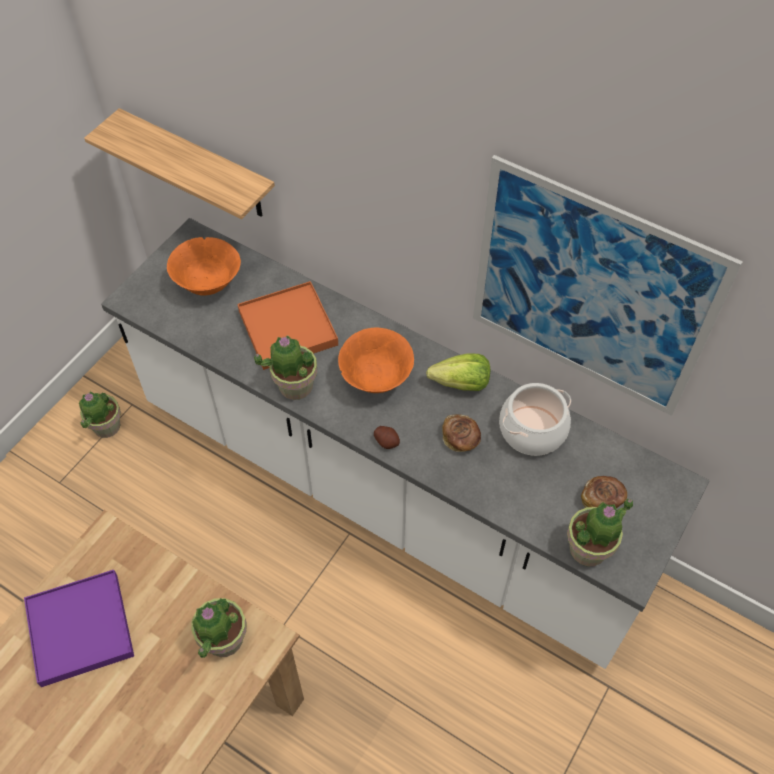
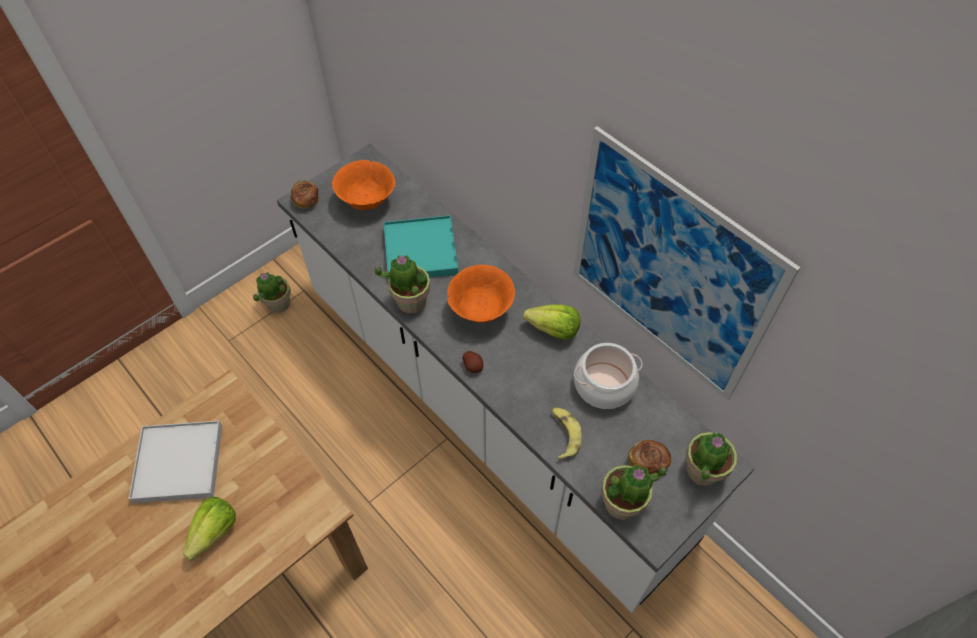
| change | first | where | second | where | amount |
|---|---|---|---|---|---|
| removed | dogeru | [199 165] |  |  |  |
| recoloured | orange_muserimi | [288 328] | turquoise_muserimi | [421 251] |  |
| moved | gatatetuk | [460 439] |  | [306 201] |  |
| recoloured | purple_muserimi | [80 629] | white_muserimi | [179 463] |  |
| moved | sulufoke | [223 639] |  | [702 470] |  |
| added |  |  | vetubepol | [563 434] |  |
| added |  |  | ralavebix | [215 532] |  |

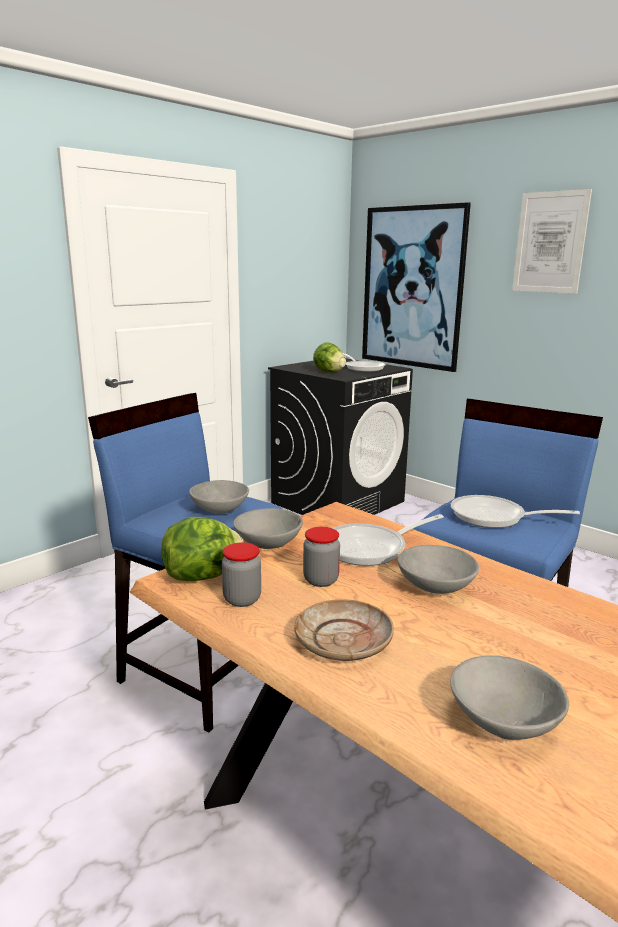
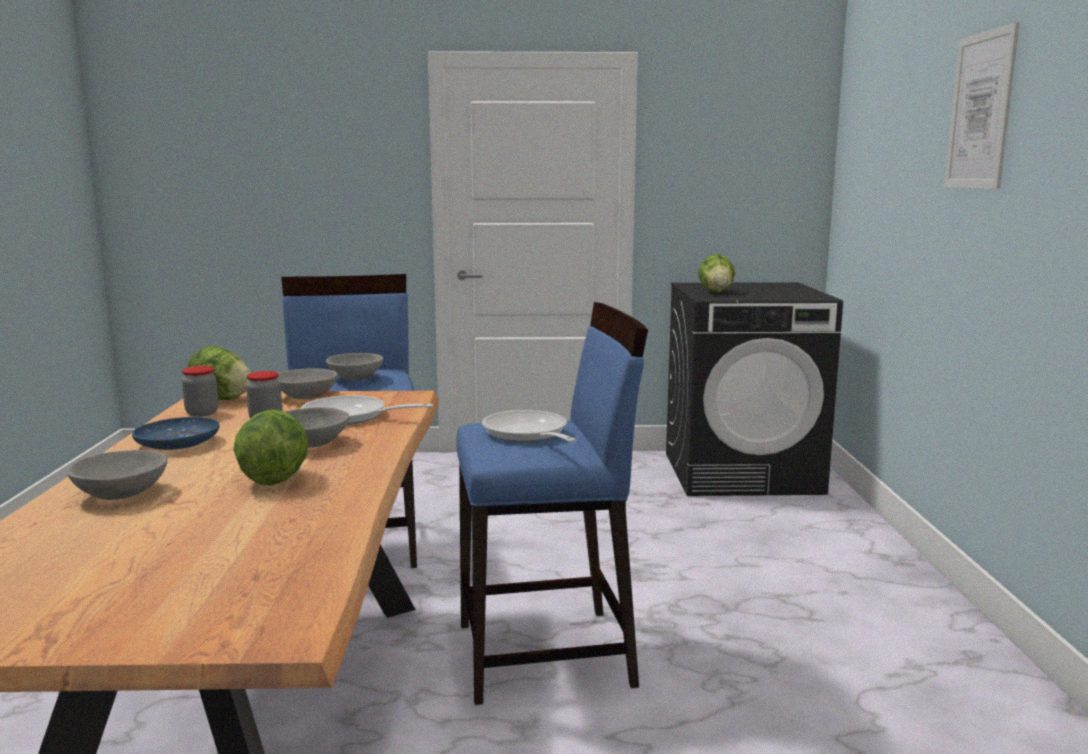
| change | first | where | second | where | amount |
|---|---|---|---|---|---|
| removed | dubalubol | [412 288] |  |  |  |
| removed | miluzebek | [363 368] |  |  |  |
| recoloured | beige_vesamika | [344 642] | blue_vesamika | [177 443] |  |
| added |  |  | ralavebix | [274 479] |  |

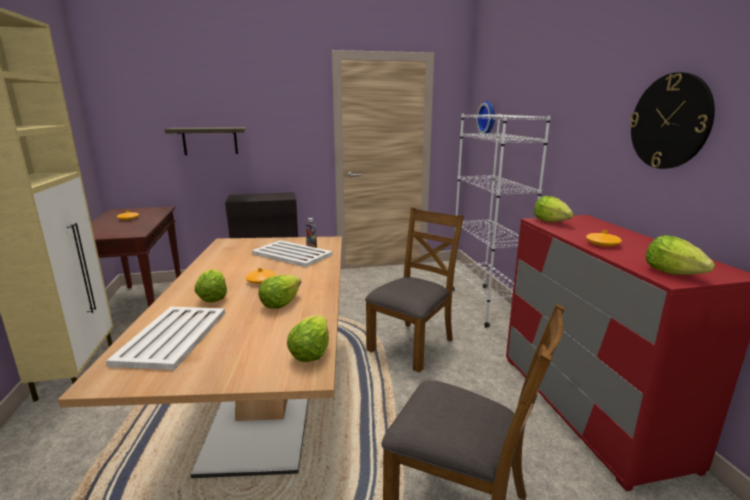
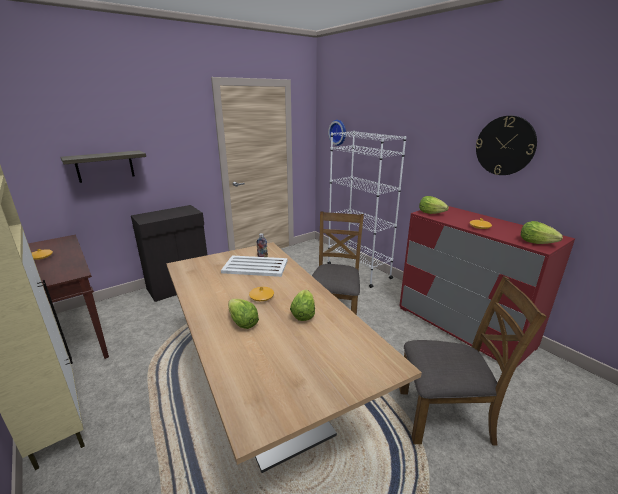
| change | first | where | second | where | amount |
|---|---|---|---|---|---|
| removed | white_muserimi | [173 336] |  |  |  |
| removed | ralavebix | [311 353] |  |  |  |

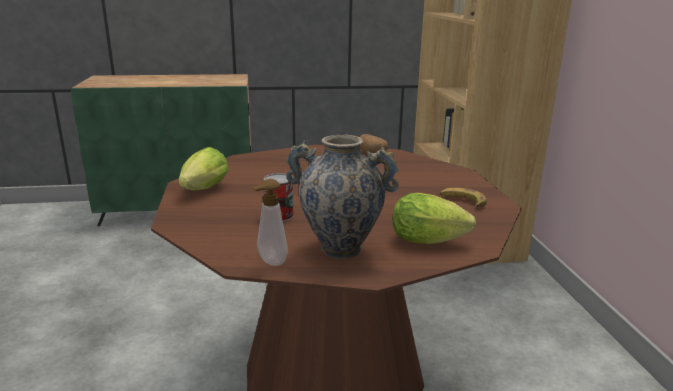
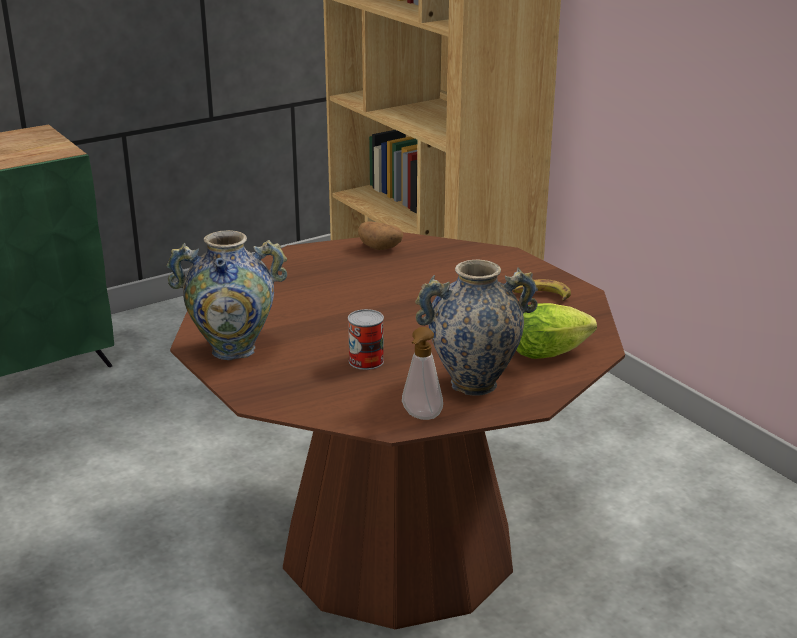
| change | first | where | second | where | amount |
|---|---|---|---|---|---|
| replaced | ralavebix | [202 191] | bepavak | [233 350] |  |

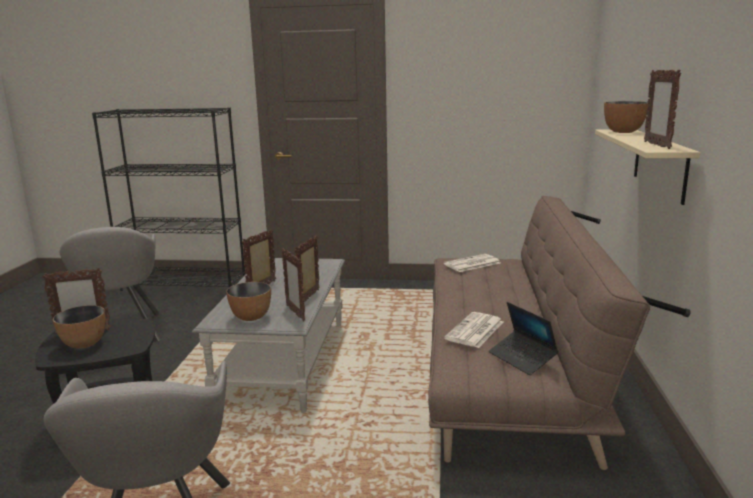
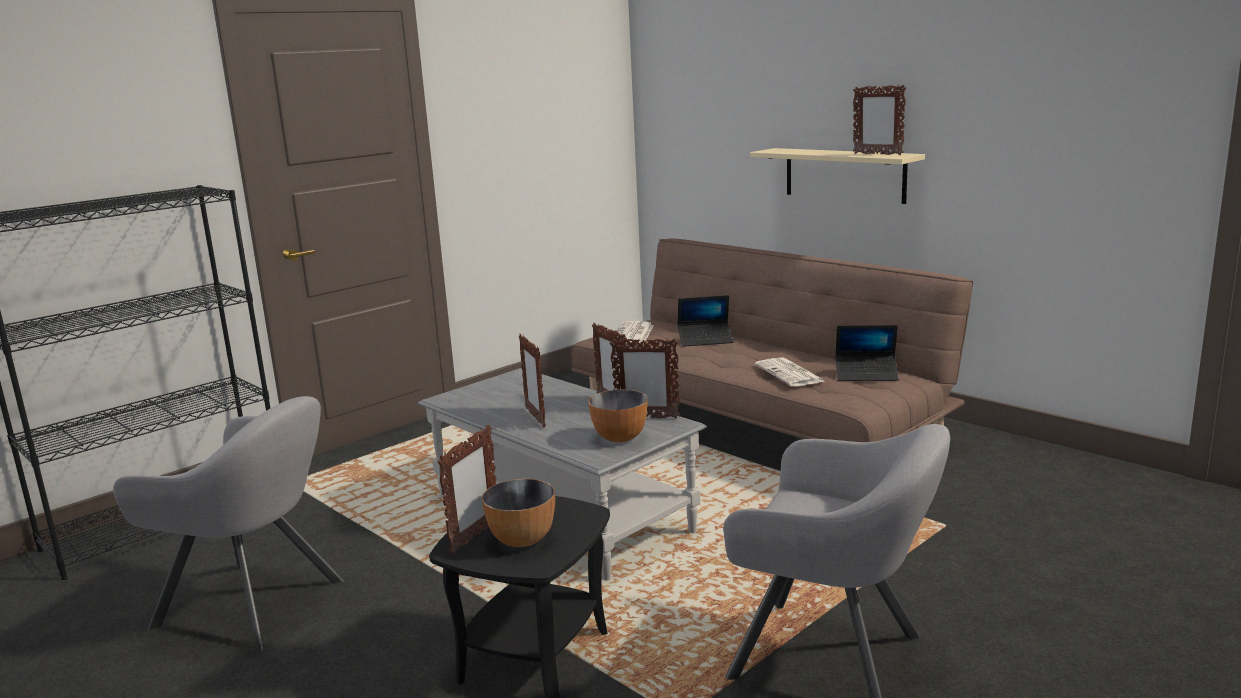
| change | first | where | second | where | amount |
|---|---|---|---|---|---|
| removed | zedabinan | [623 132] |  |  |  |
| added |  |  | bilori | [705 340] |  |

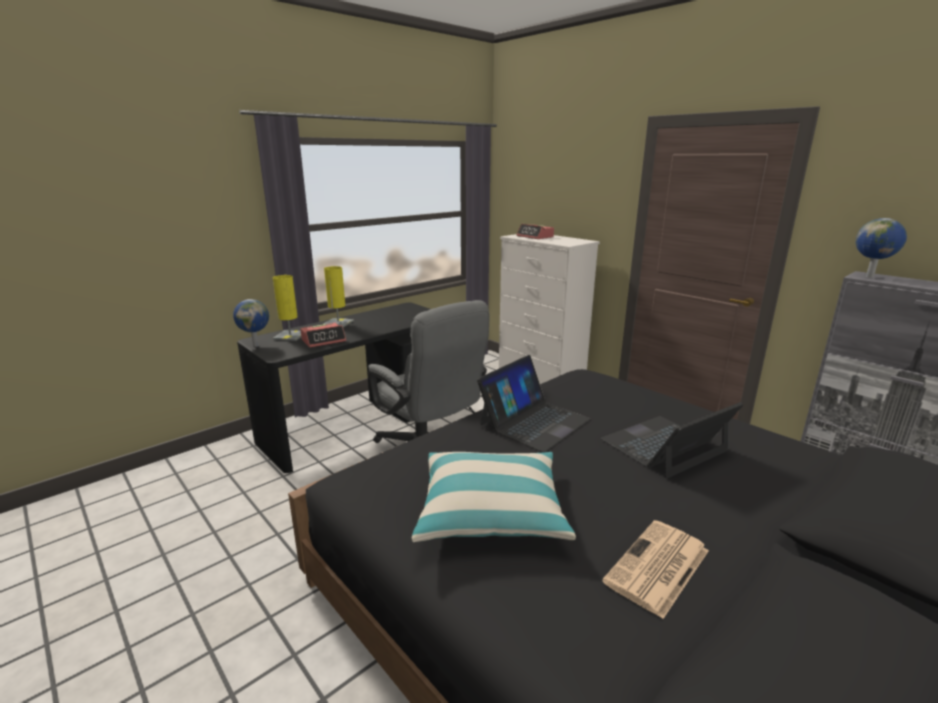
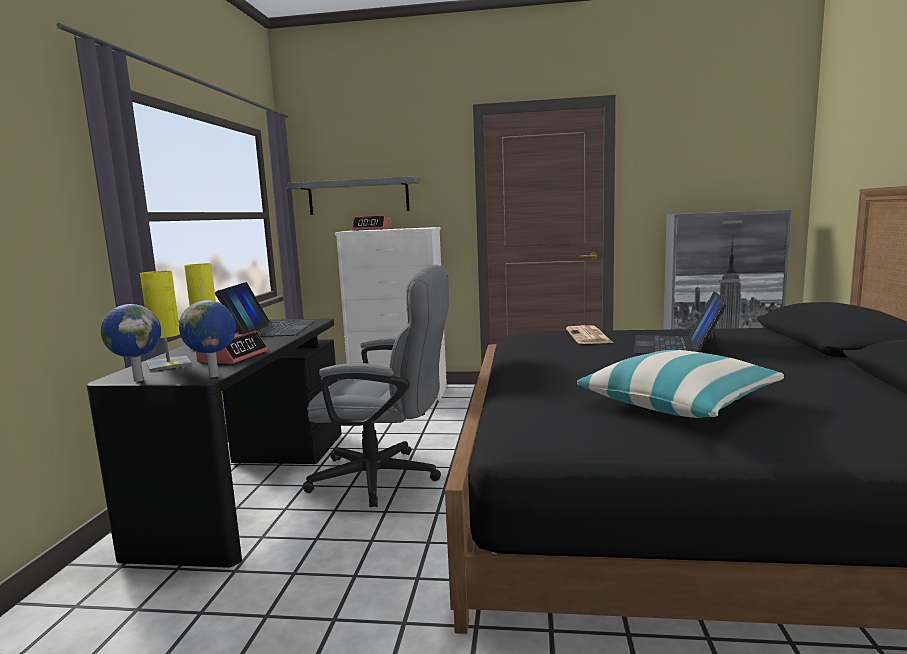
| change | first | where | second | where | amount |
|---|---|---|---|---|---|
| moved | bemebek | [870 277] |  | [215 376] |  |
| moved | bilori | [534 421] |  | [270 329] |  |
| moved | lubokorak | [657 568] |  | [589 336] |  |
| added |  |  | grey_dogeru | [358 197] |  |

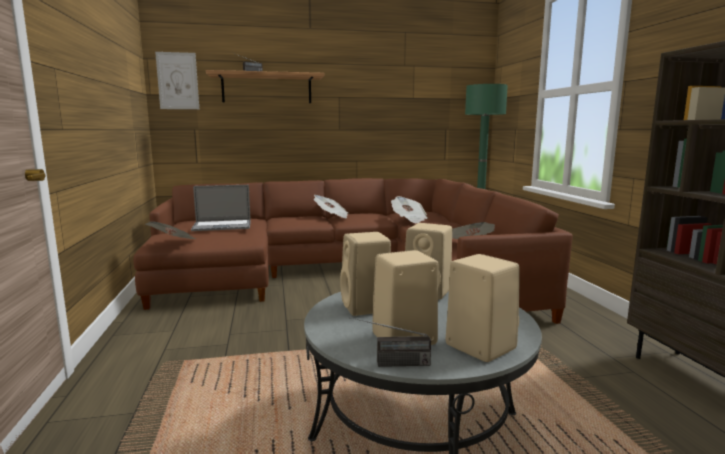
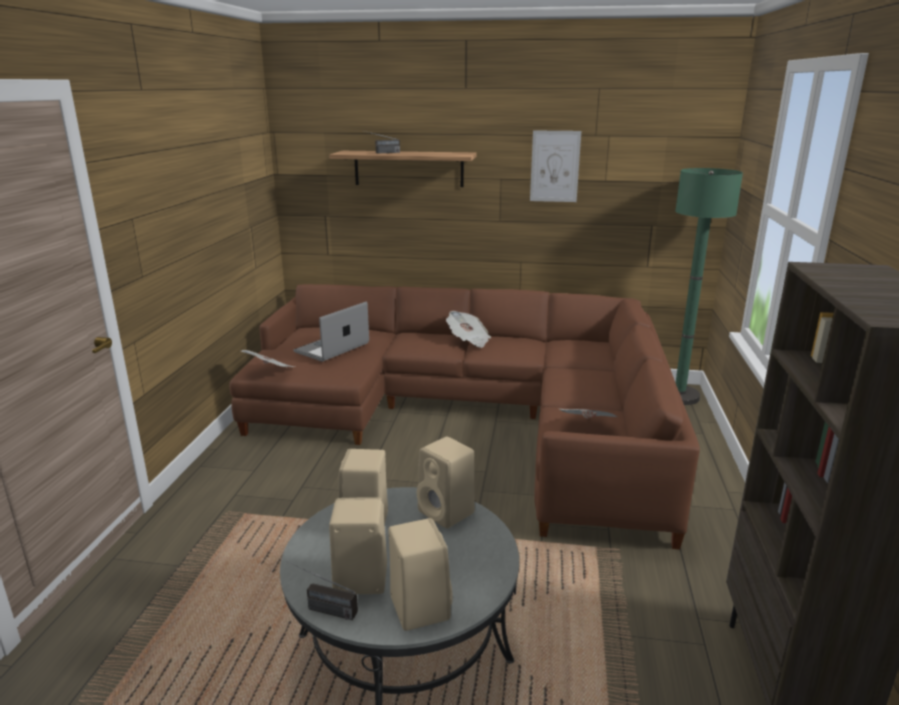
| change | first | where | second | where | amount |
|---|---|---|---|---|---|
| moved | dubalubol | [177 81] |  | [555 166] |  |
| turned | bilori | [222 226] |  | [332 347] | 120 degrees clockwise |
| removed | lubokorak | [409 219] |  |  |  |

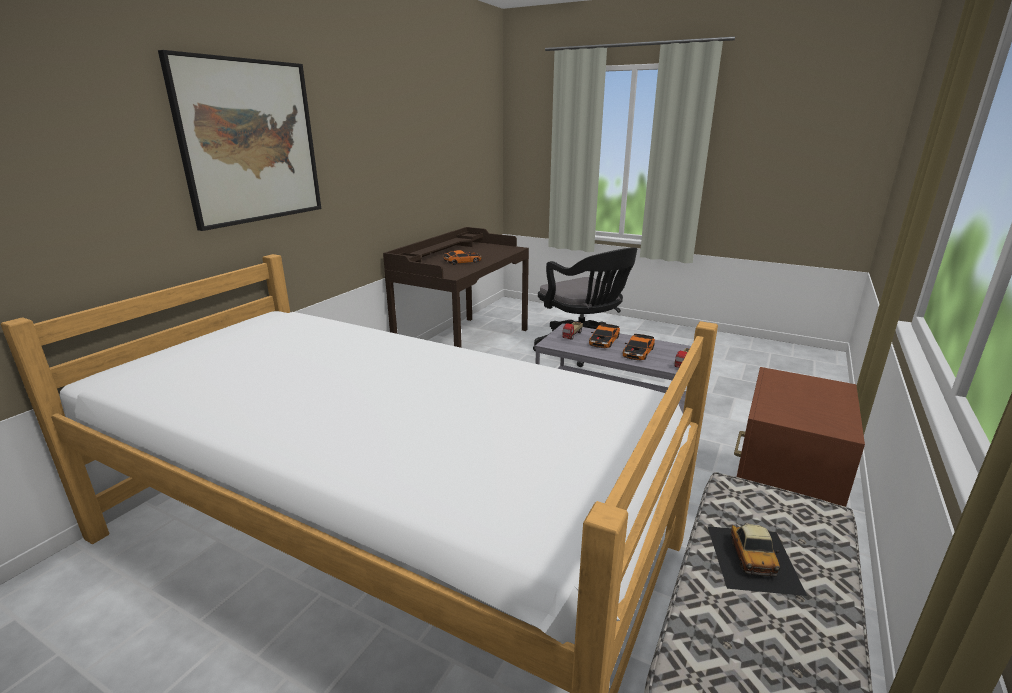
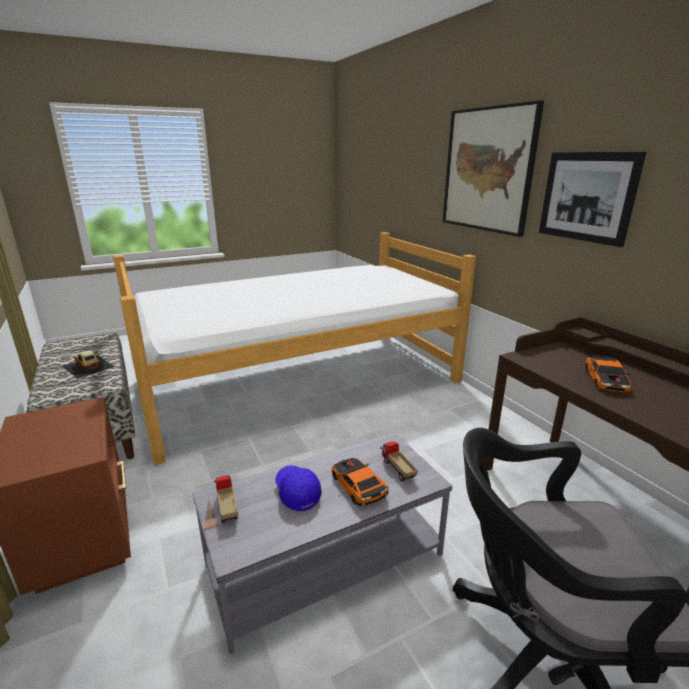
| change | first | where | second | where | amount |
|---|---|---|---|---|---|
| replaced | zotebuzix | [638 352] | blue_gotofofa | [297 492] |  |
| added |  |  | dubalubol | [587 197] |  |

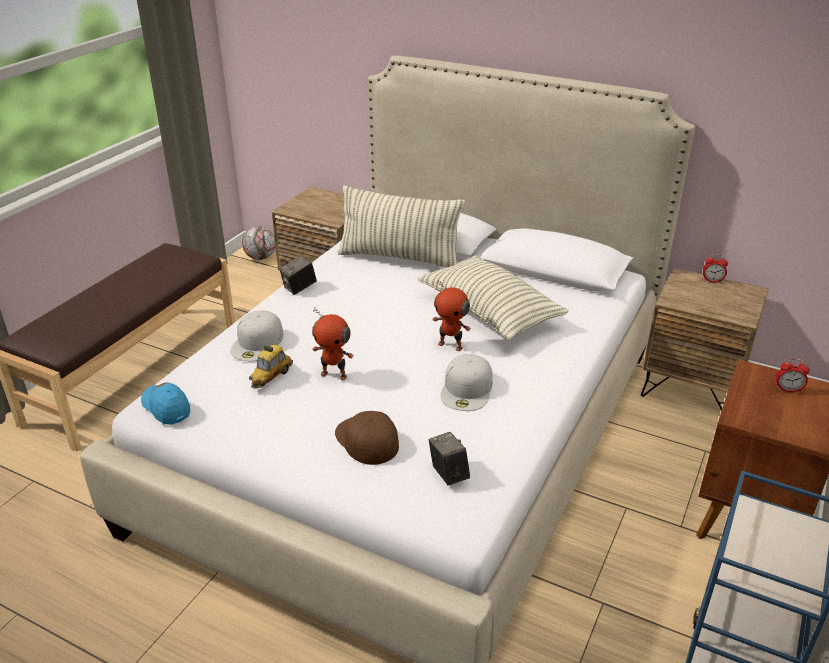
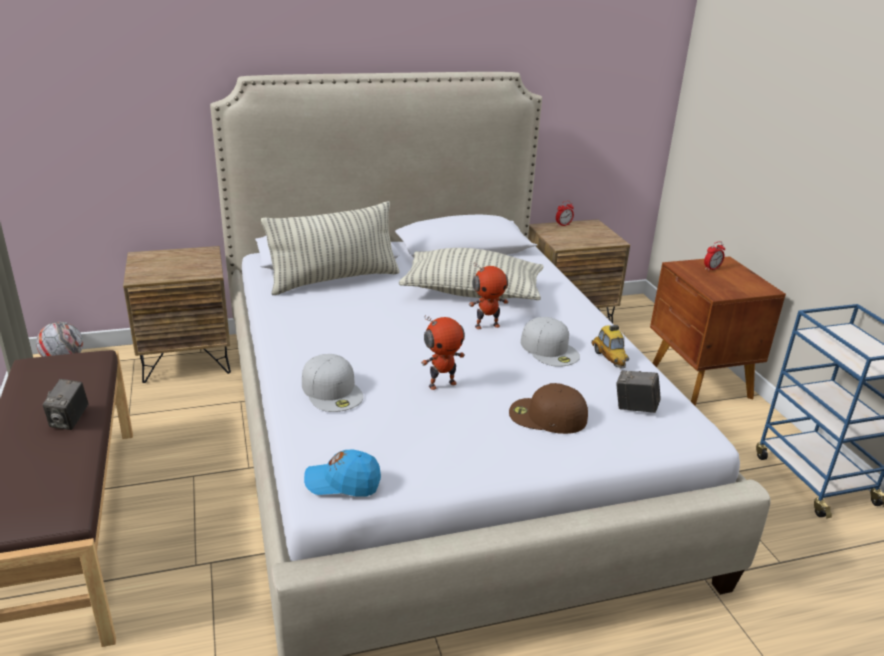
| change | first | where | second | where | amount |
|---|---|---|---|---|---|
| moved | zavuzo | [299 288] |  | [70 420] |  |
| moved | zotebuzix | [271 377] |  | [609 358] |  |

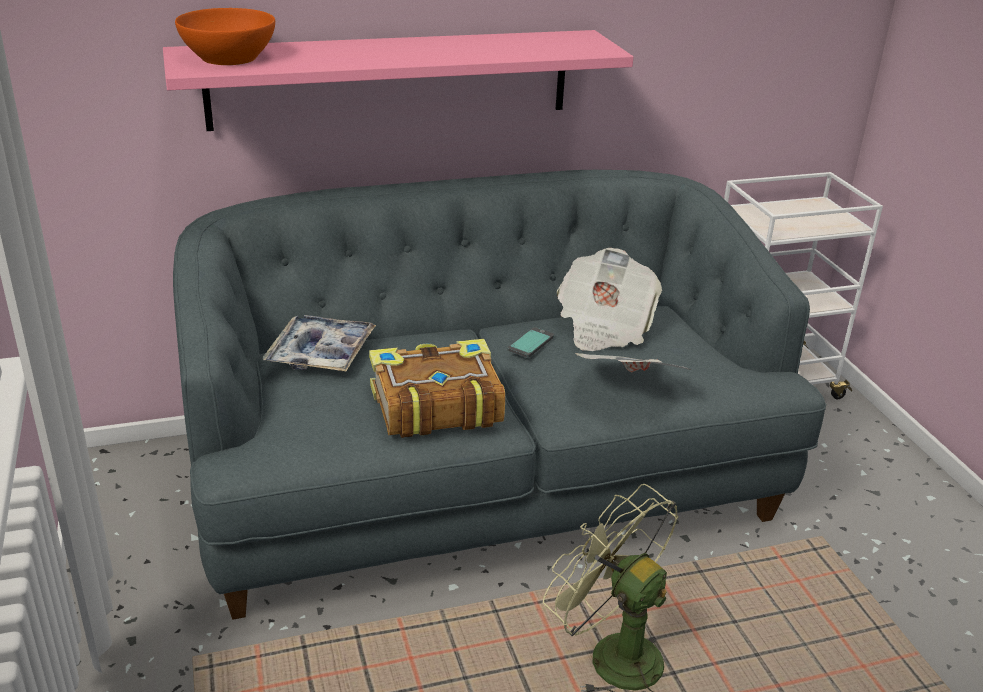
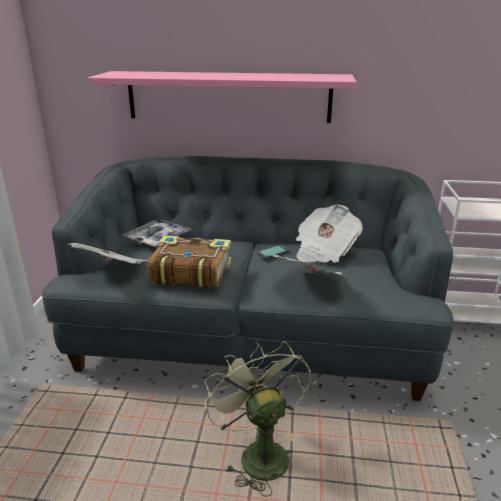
| change | first | where | second | where | amount |
|---|---|---|---|---|---|
| removed | orange_zedabinan | [228 58] |  |  |  |
| added |  |  | lubokorak | [112 271] |  |

